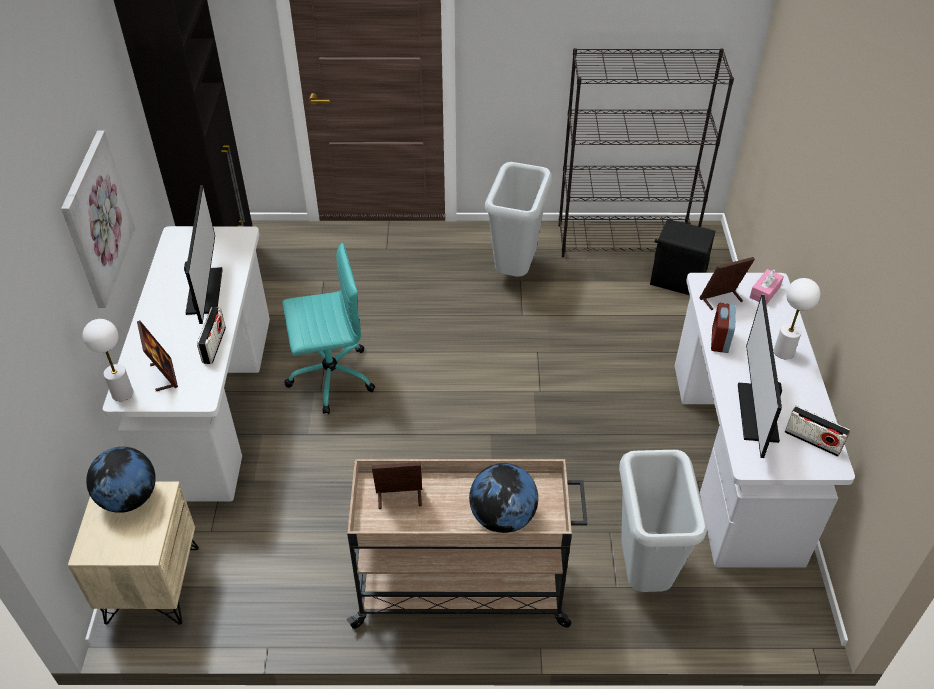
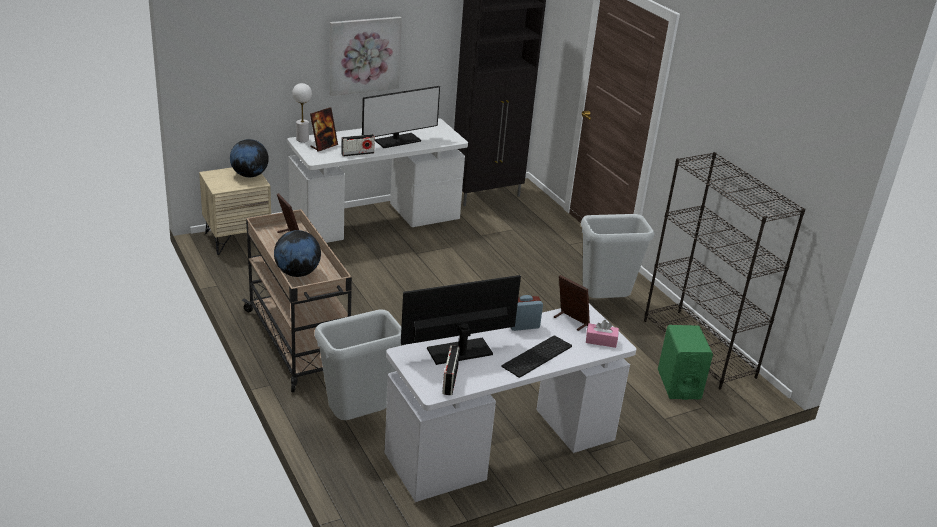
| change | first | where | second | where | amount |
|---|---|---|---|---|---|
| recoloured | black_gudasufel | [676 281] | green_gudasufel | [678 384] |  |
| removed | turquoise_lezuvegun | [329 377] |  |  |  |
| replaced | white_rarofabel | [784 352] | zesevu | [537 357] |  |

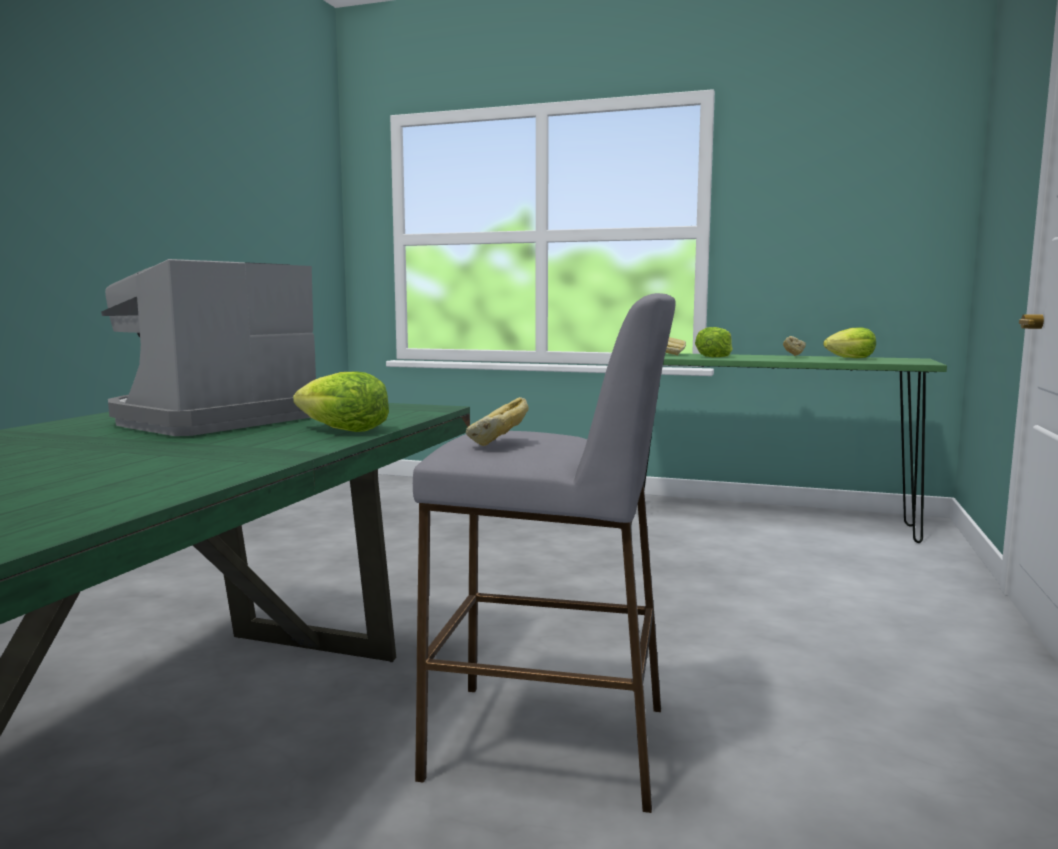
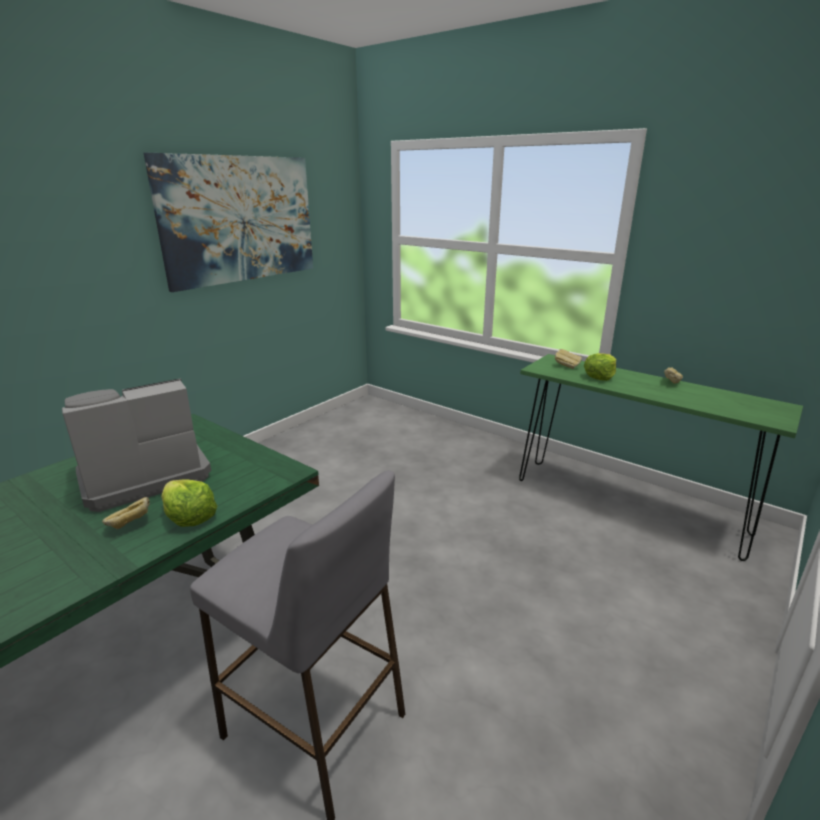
| change | first | where | second | where | amount |
|---|---|---|---|---|---|
| removed | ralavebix | [850 358] |  |  |  |
| moved | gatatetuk | [498 443] |  | [131 526] |  |
| added |  |  | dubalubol | [240 219] |  |

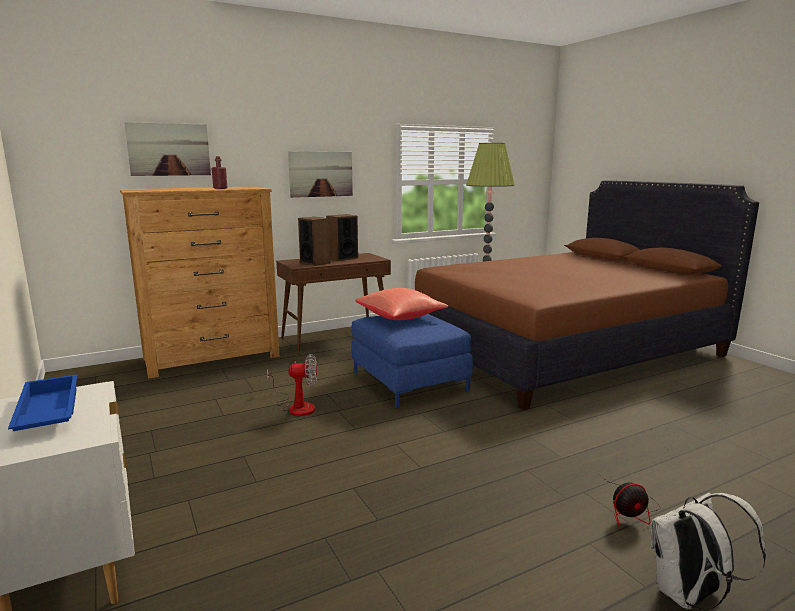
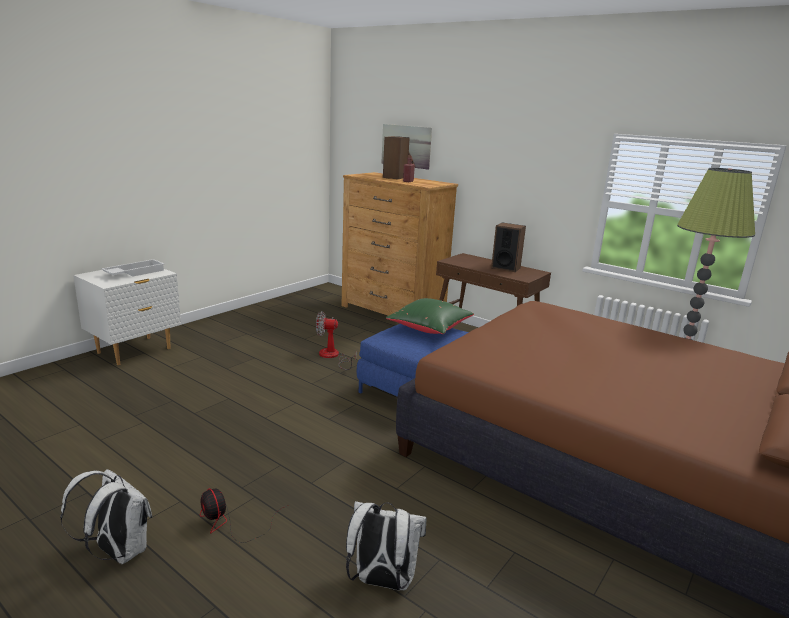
| change | first | where | second | where | amount |
|---|---|---|---|---|---|
| removed | dubalubol | [321 174] |  |  |  |
| moved | gudasufel | [315 262] |  | [395 177] |  |
| recoloured | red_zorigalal | [401 317] | green_zorigalal | [430 329] |  |
| turned | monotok | [296 406] |  | [332 356] | 120 degrees clockwise |
| recoloured | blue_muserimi | [47 412] | white_muserimi | [134 272] |  |
| added |  |  | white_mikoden | [382 581] |  |

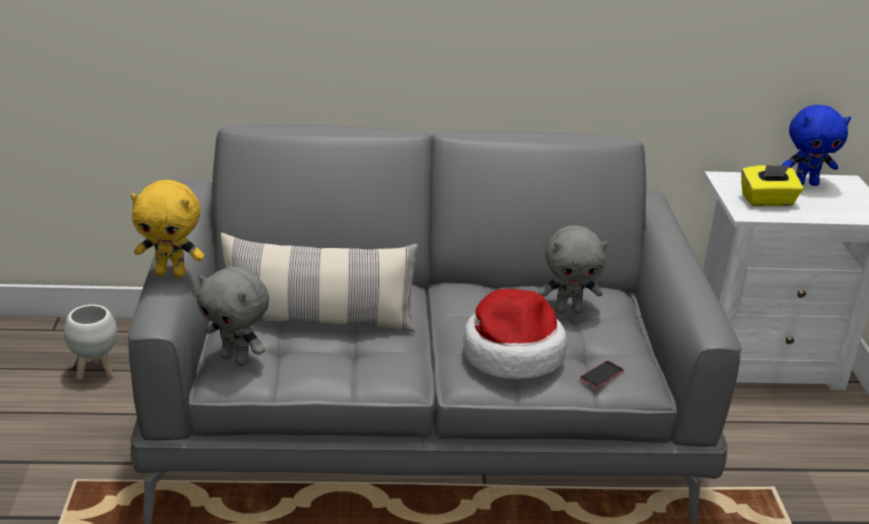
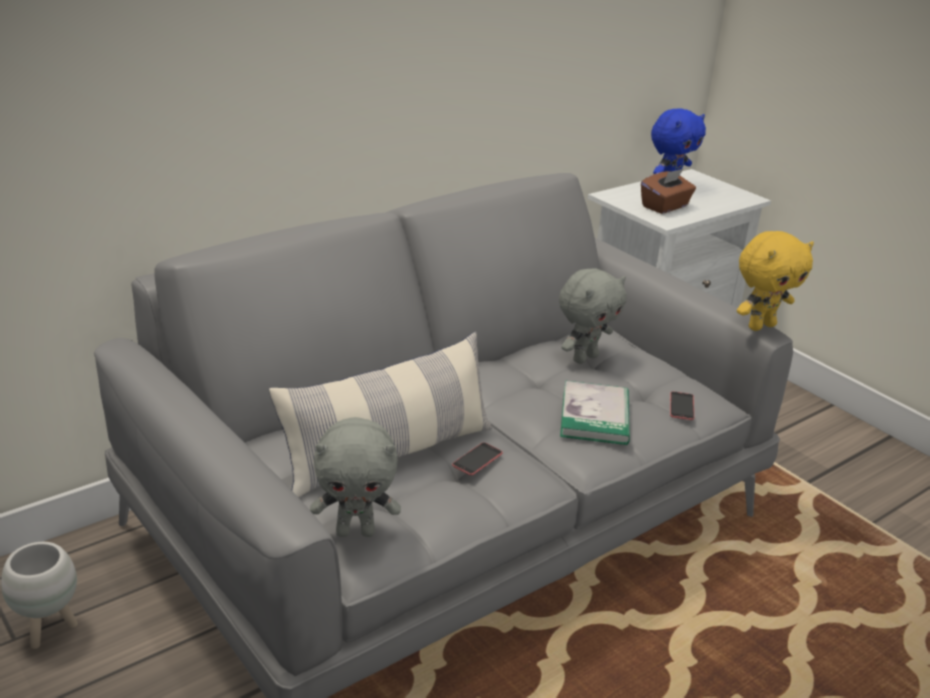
| change | first | where | second | where | amount |
|---|---|---|---|---|---|
| recoloured | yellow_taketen | [767 201] | brown_taketen | [665 207] |  |
| moved | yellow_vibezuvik | [171 273] |  | [760 326] |  |
| replaced | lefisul | [511 353] | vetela | [595 416] |  |
| added |  |  | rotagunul | [477 459] |  |

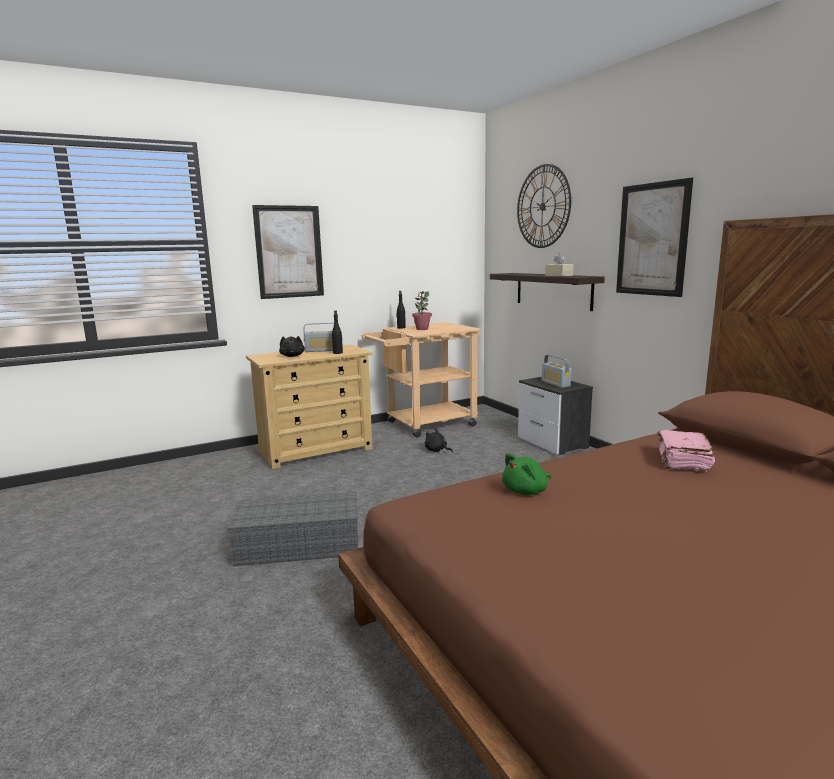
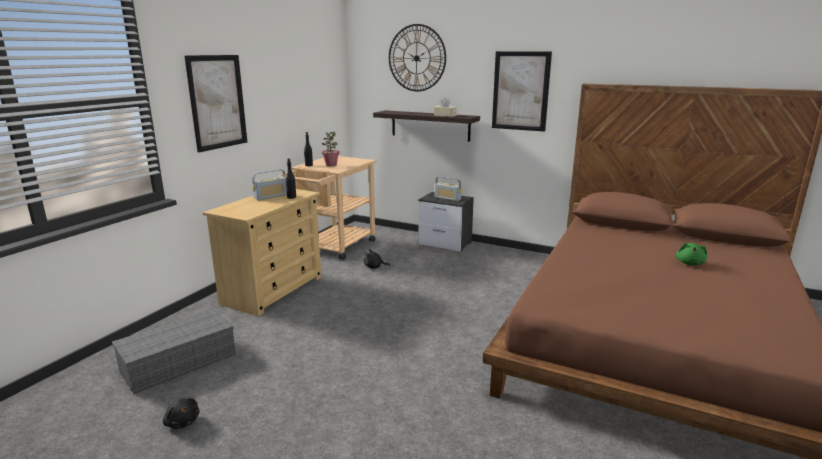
| change | first | where | second | where | amount |
|---|---|---|---|---|---|
| moved | black_vibezuvik | [292 356] |  | [182 422] |  |
| removed | pink_vetela | [682 461] |  |  |  |
| moved | green_vibezuvik | [526 491] |  | [690 263] |  |
| moved | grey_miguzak | [301 544] |  | [180 361] |  |

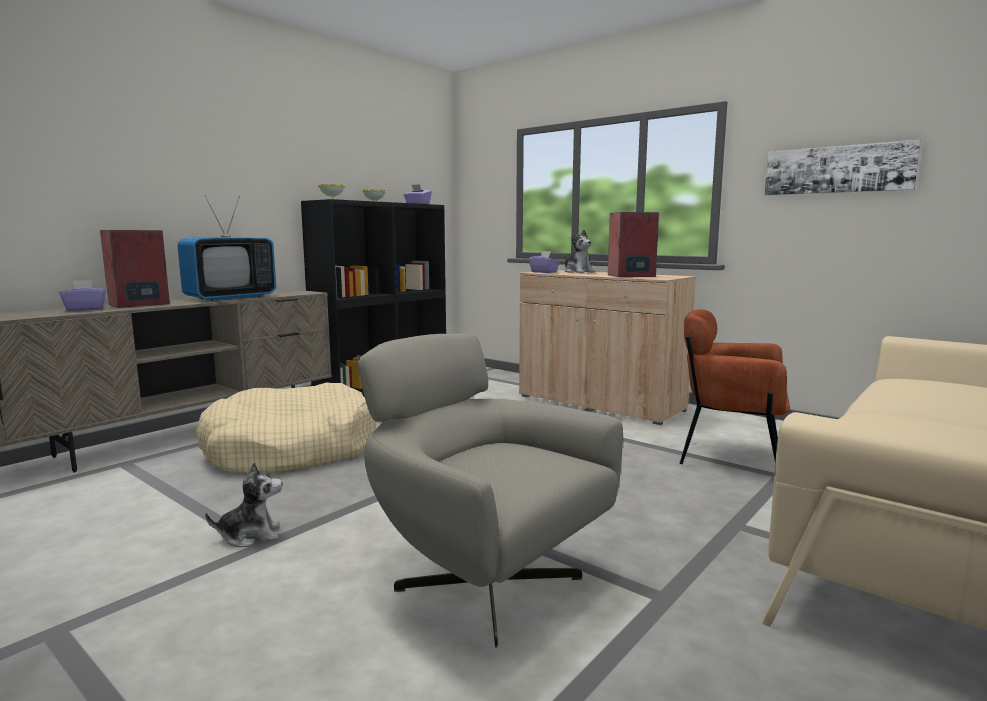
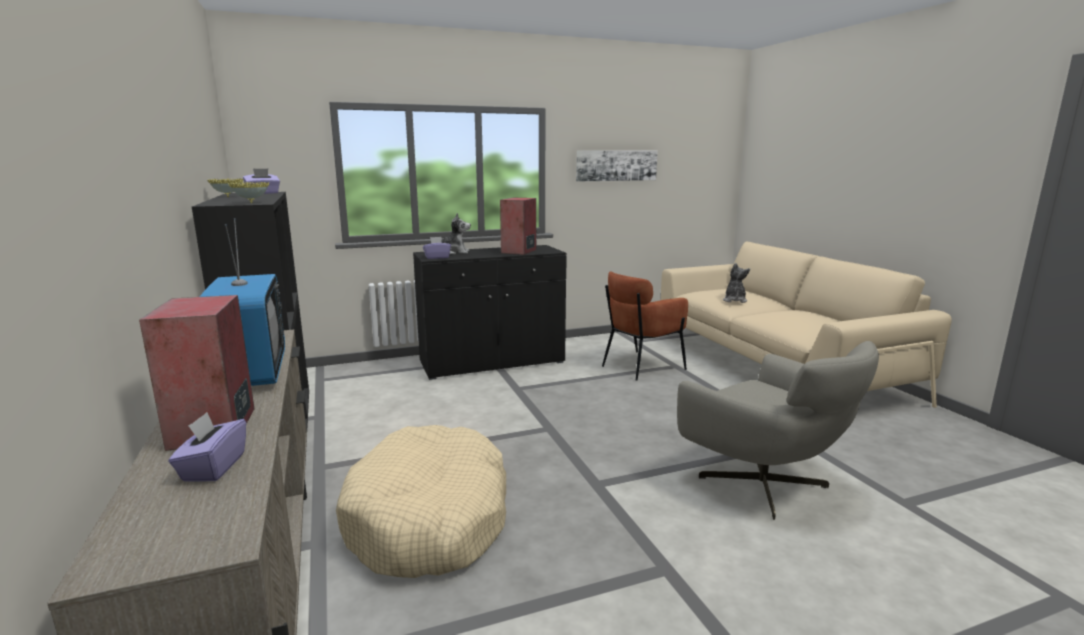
| change | first | where | second | where | amount |
|---|---|---|---|---|---|
| recoloured | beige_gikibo | [599 403] | black_gikibo | [492 362] |  |
| turned | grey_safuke | [483 582] |  | [767 485] | 105 degrees counterclockwise |
| moved | vibezuvik | [250 536] |  | [734 300] |  |

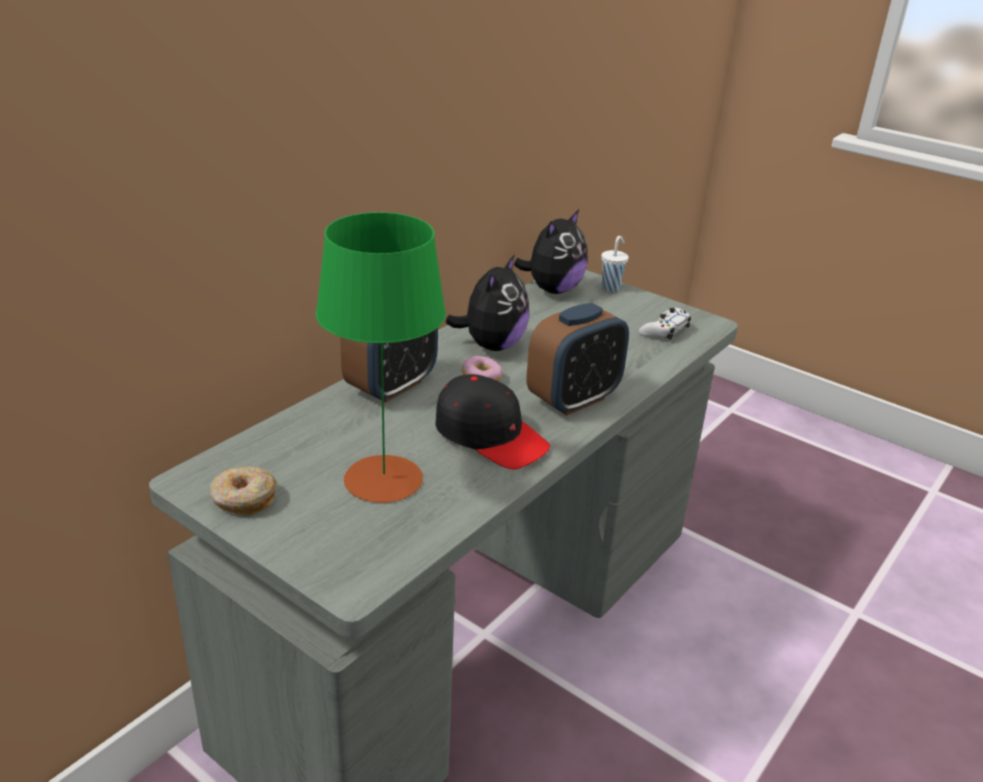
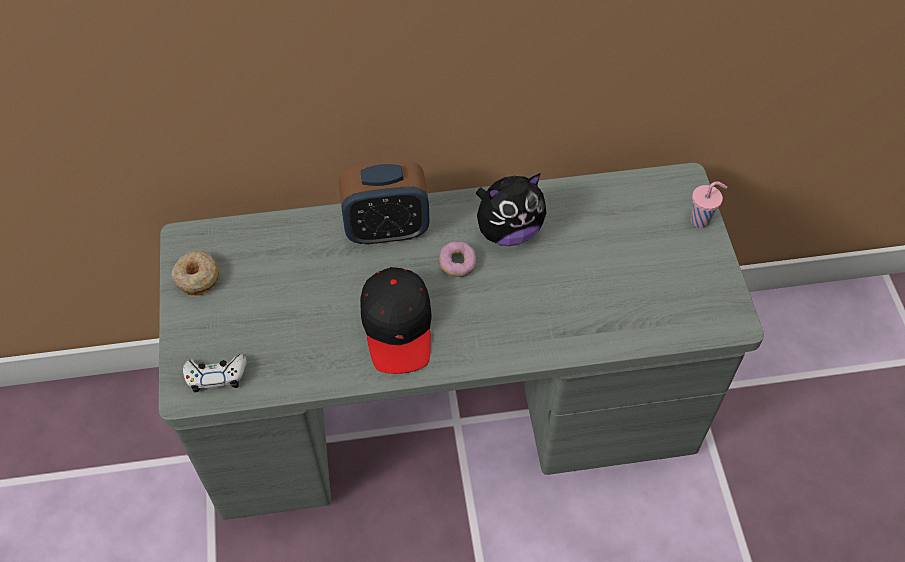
| change | first | where | second | where | amount |
|---|---|---|---|---|---|
| removed | vibezuvik | [552 289] |  |  |  |
| removed | green_rarofabel | [384 479] |  |  |  |
| recoloured | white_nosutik | [611 287] | pink_nosutik | [701 220] |  |
| removed | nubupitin | [573 399] |  |  |  |
| moved | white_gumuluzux | [665 330] |  | [216 375] |  |

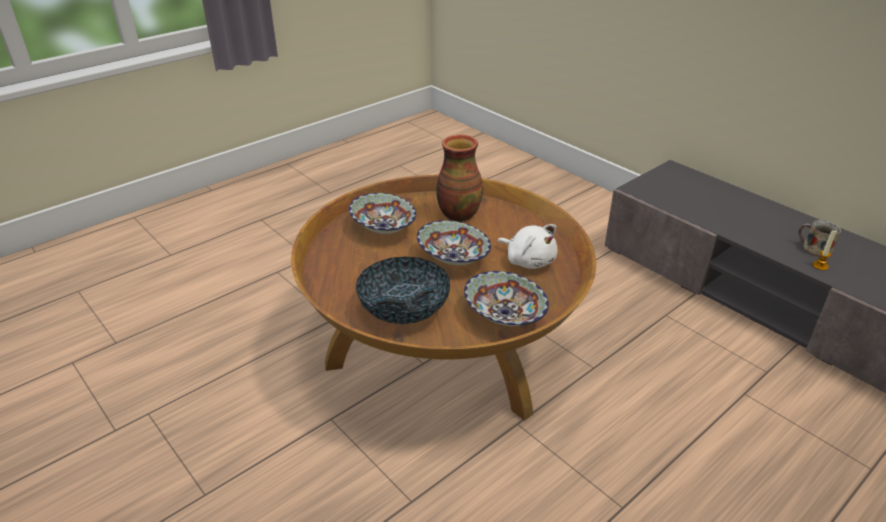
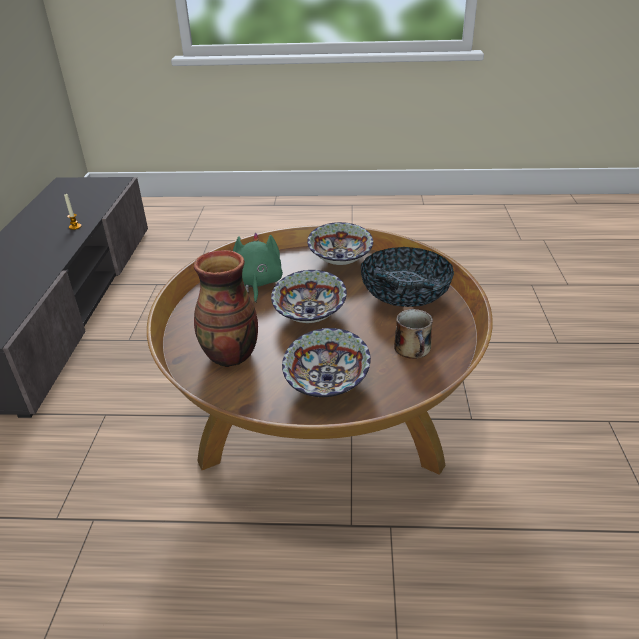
| change | first | where | second | where | amount |
|---|---|---|---|---|---|
| moved | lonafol | [815 248] |  | [413 349] |  |
| recoloured | white_vibezuvik | [528 260] | green_vibezuvik | [256 283] |  |

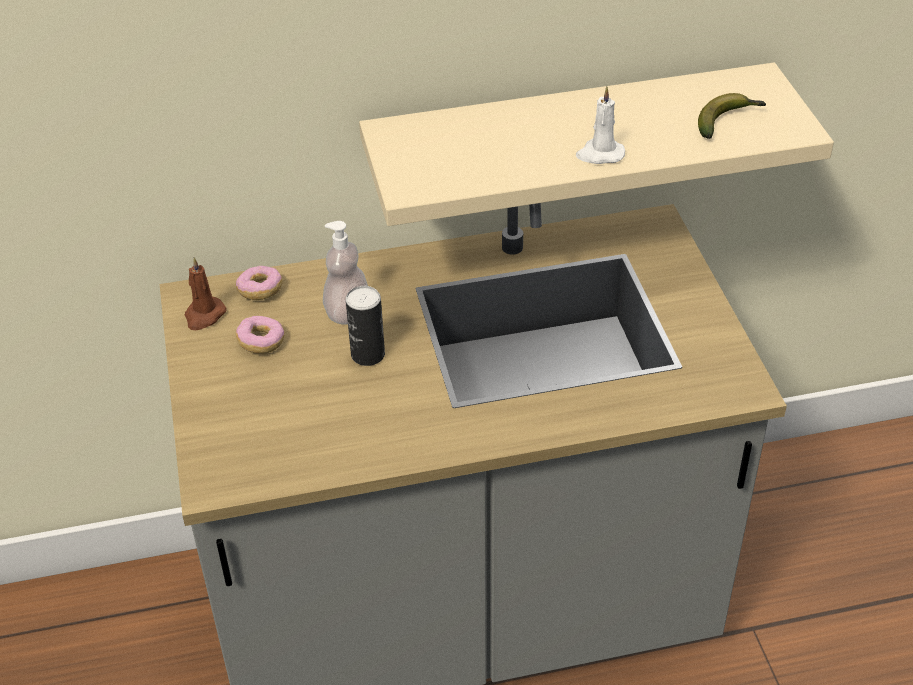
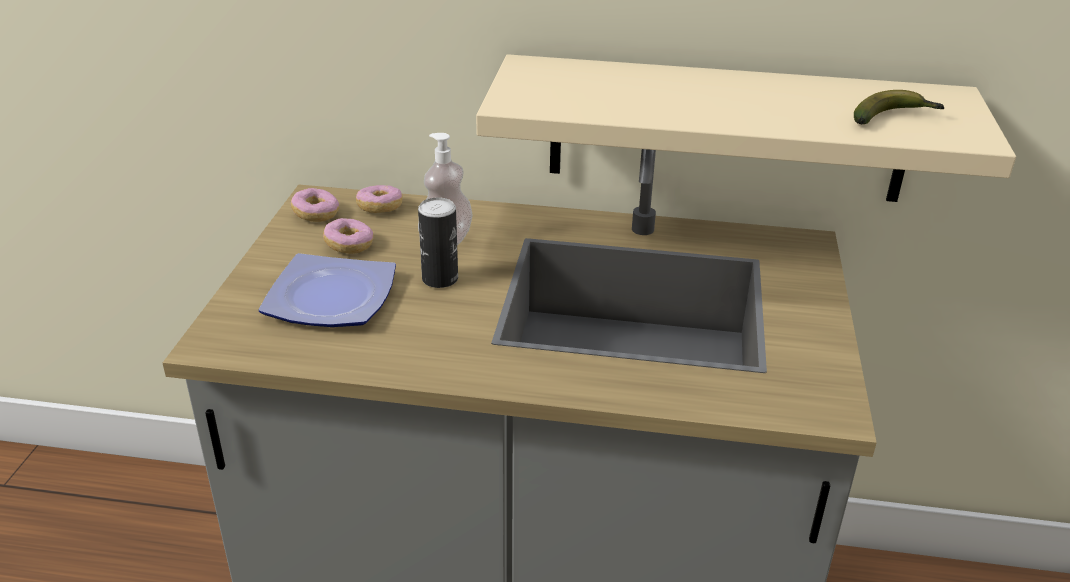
| change | first | where | second | where | amount |
|---|---|---|---|---|---|
| removed | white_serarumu | [599 154] |  |  |  |
| replaced | brown_serarumu | [204 315] | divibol | [316 214] |  |
| added |  |  | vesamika | [328 299] |  |

